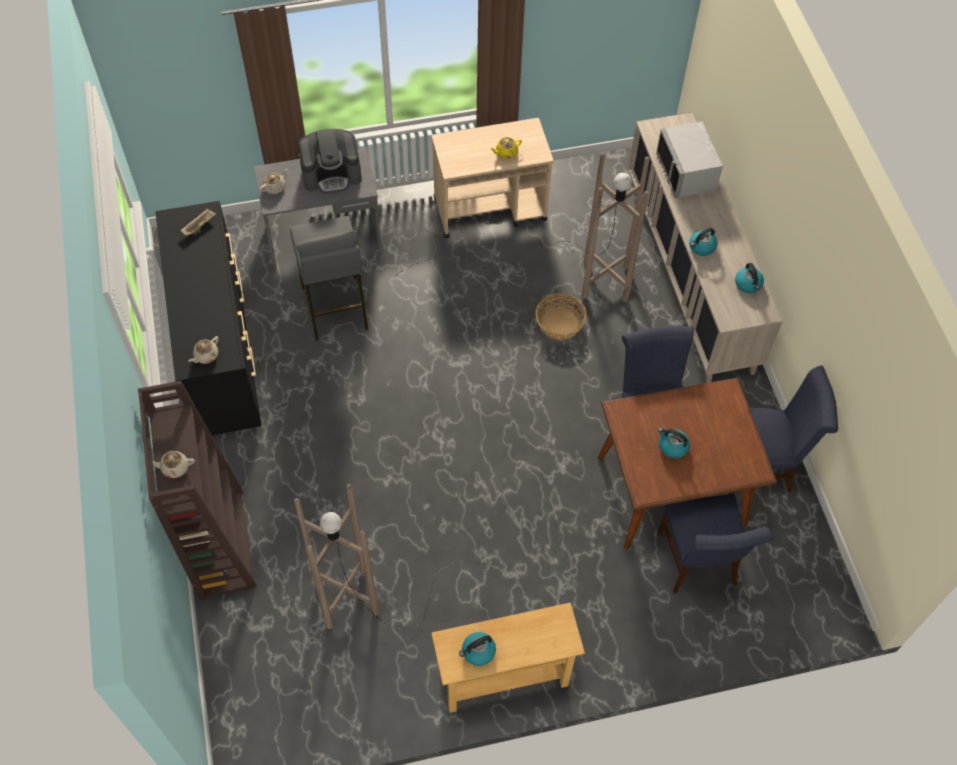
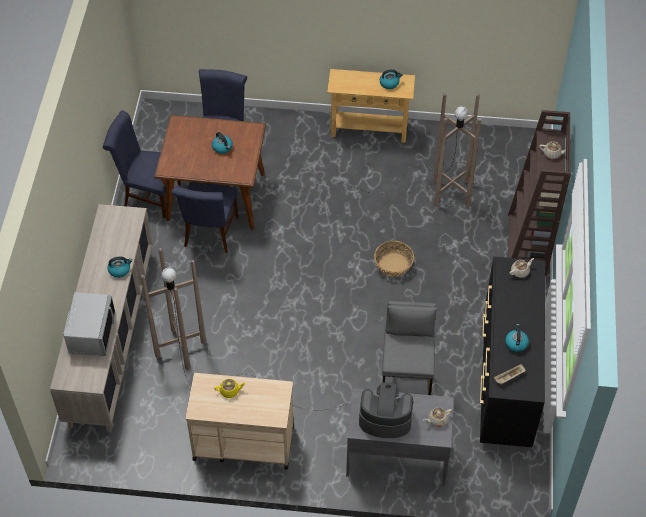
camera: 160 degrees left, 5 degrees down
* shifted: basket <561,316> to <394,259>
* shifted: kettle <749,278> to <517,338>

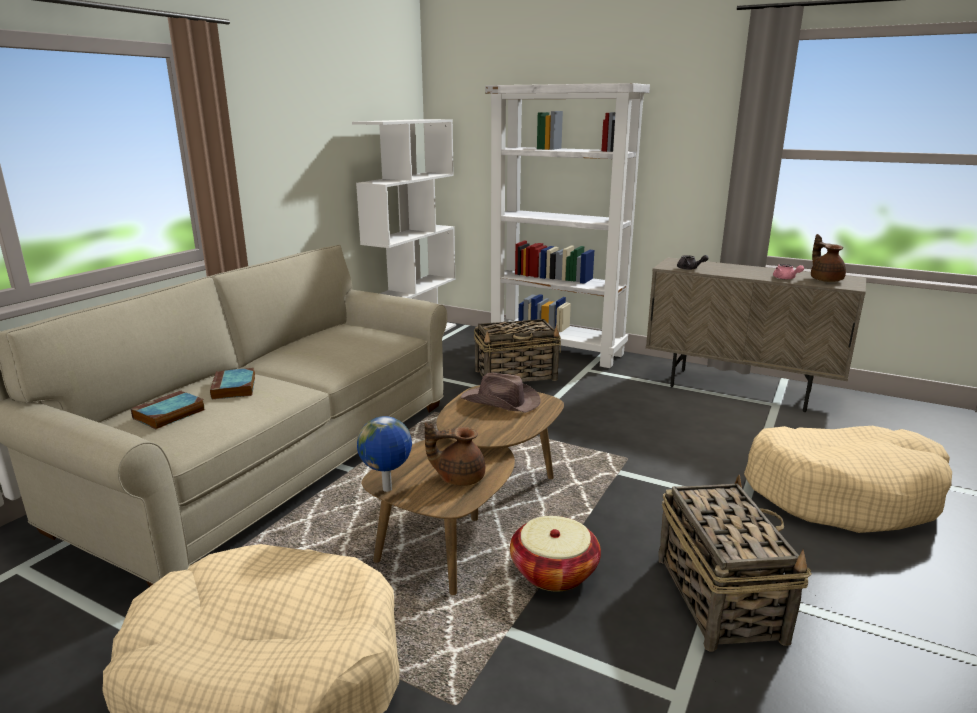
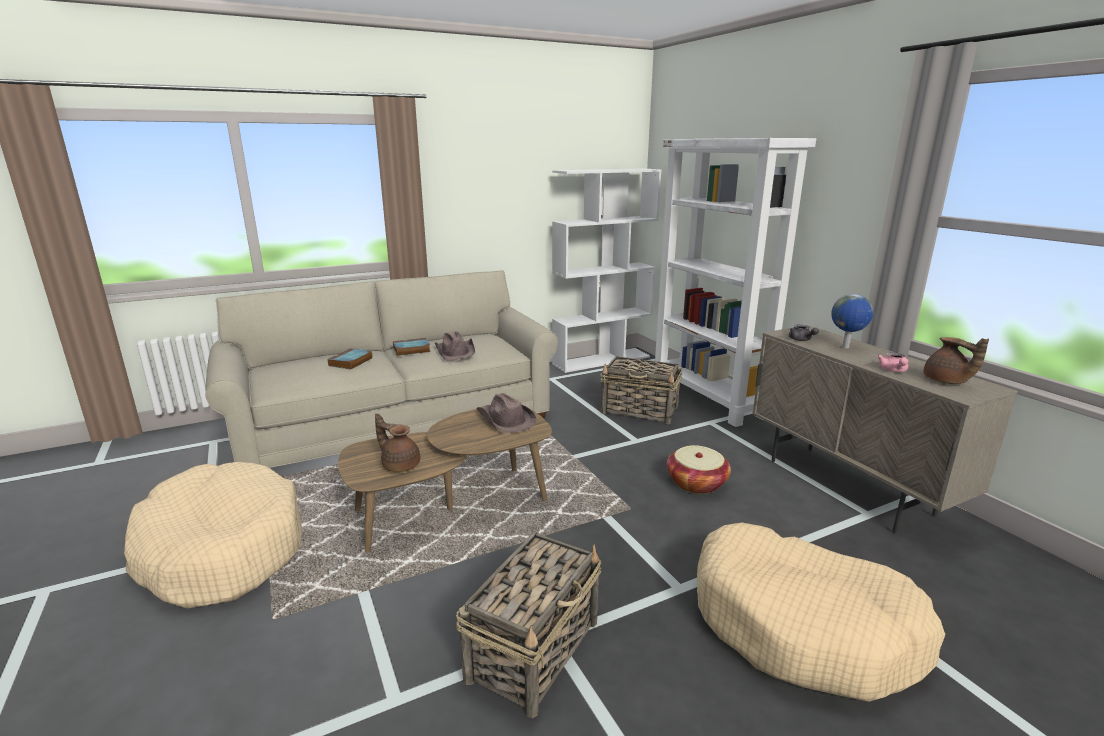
camera: 35 degrees right, 0 degrees up
* shifted: book <168,410> to <412,347>
* new: hat (brown) <455,346>
* shifted: basket <555,554> to <699,469>
* shifted: globe <384,454> to <852,321>
* rotated: teapot (brown) <828,258> = <956,360> 135 degrees clockwise

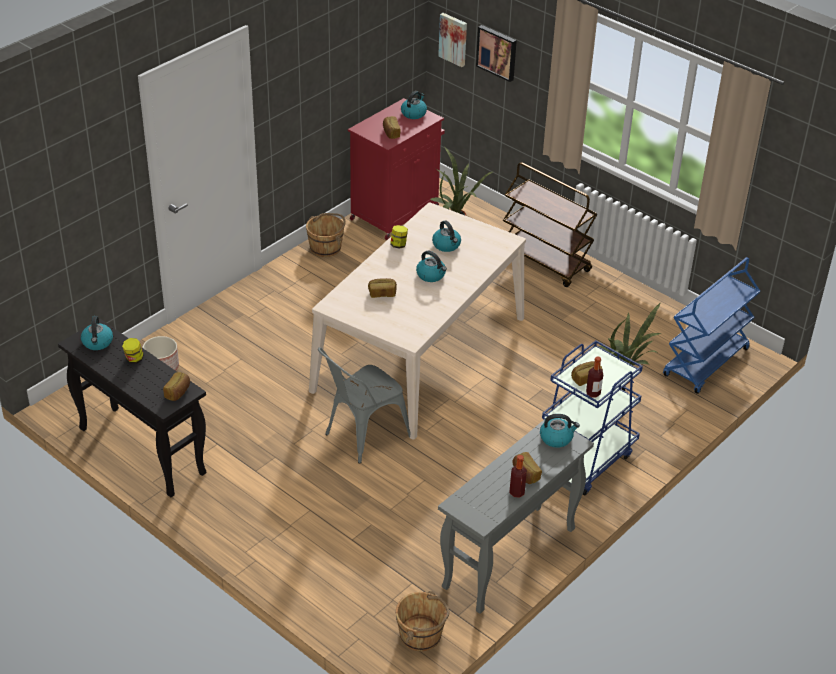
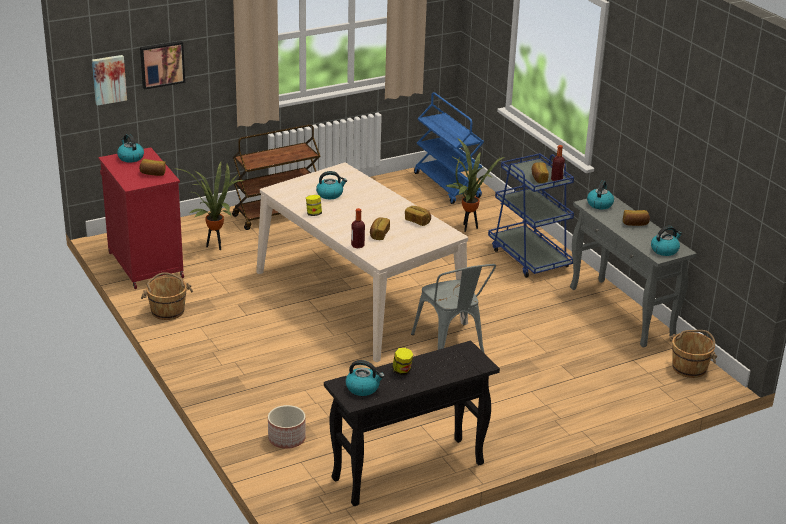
camera: 70 degrees left, 10 degrees down
* shifted: bottle <518,476> to <358,228>
* shifted: bread <176,386> to <418,216>
* shifted: kettle <431,266> to <666,241>

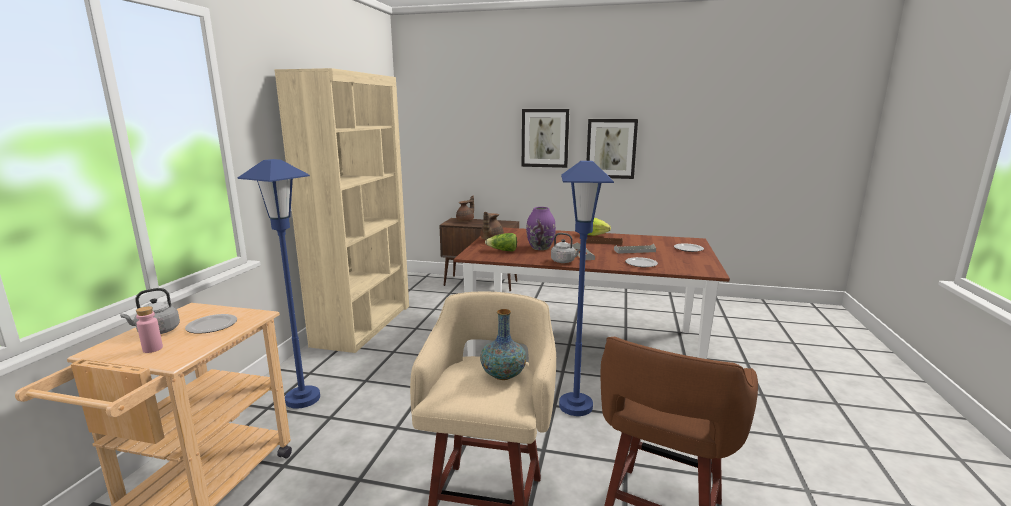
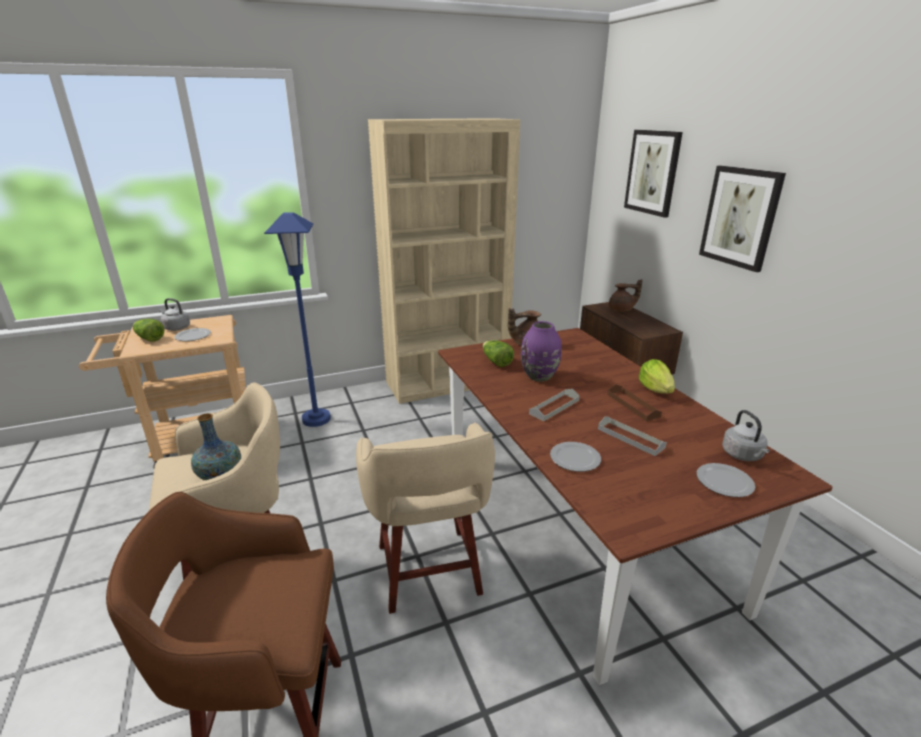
camera: 55 degrees right, 10 degrees up
* swapped: bottle (pink) <149,329> to lettuce <149,330>
* swapped: floor lamp (blue) <586,288> to stool (beige) <425,518>
* shifted: picture <612,149> to <653,174>
* shifted: kettle (grey) <565,248> to <746,435>

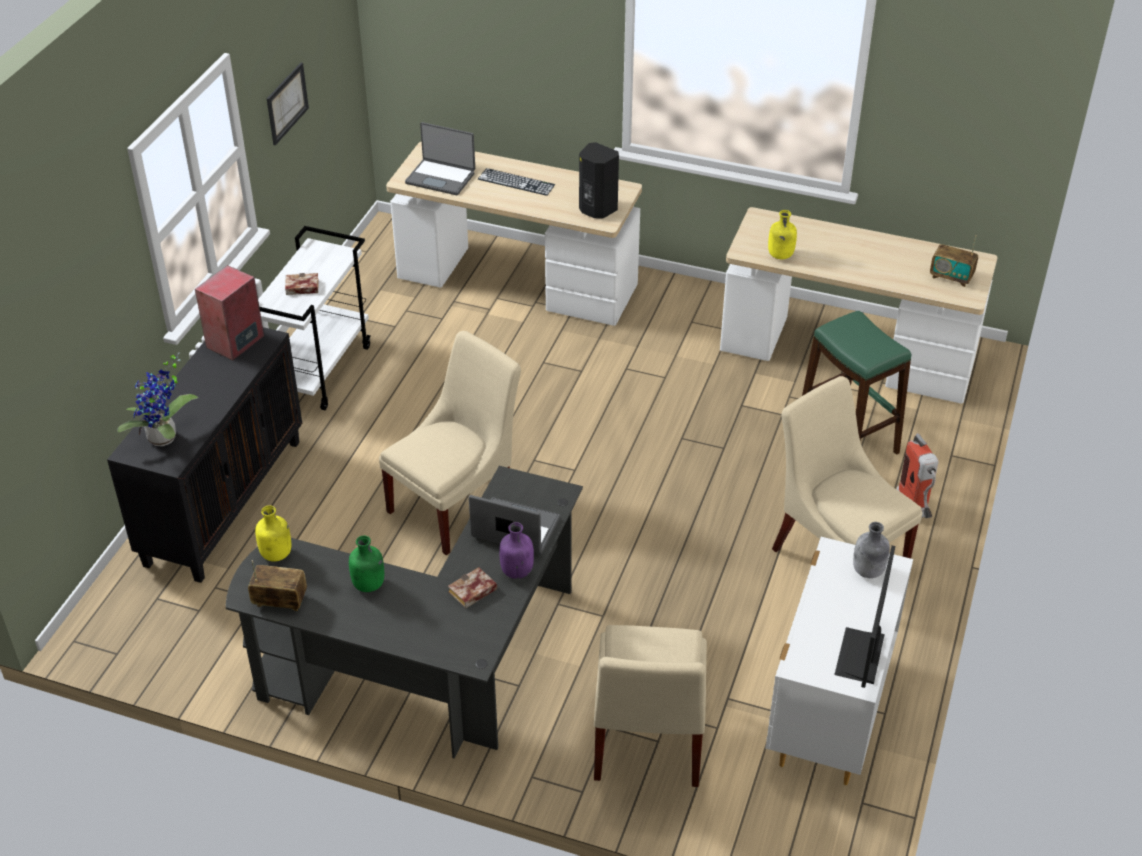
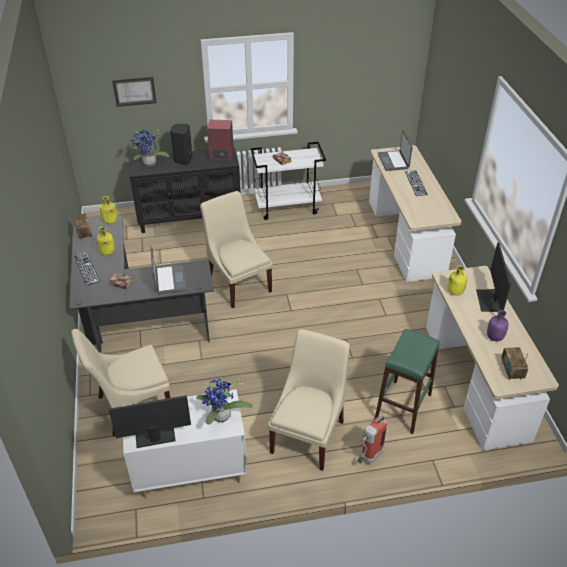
camera: 60 degrees right, 0 degrees up
* new: keyboard <87,269>
* repainted: bottle (green) <366,564> to bottle (yellow) <106,240>
* shifted: picture <288,104> to <134,92>
* shifted: speaker (black) <599,180> to <181,144>
* swapped: bottle (grey) <871,550> to potted plant <224,401>
* rotated: chair (beige) <450,443> = <236,249> 135 degrees counterclockwise
* new: monitor <493,277>
* shifted: bottle (purple) <516,550> to <498,325>

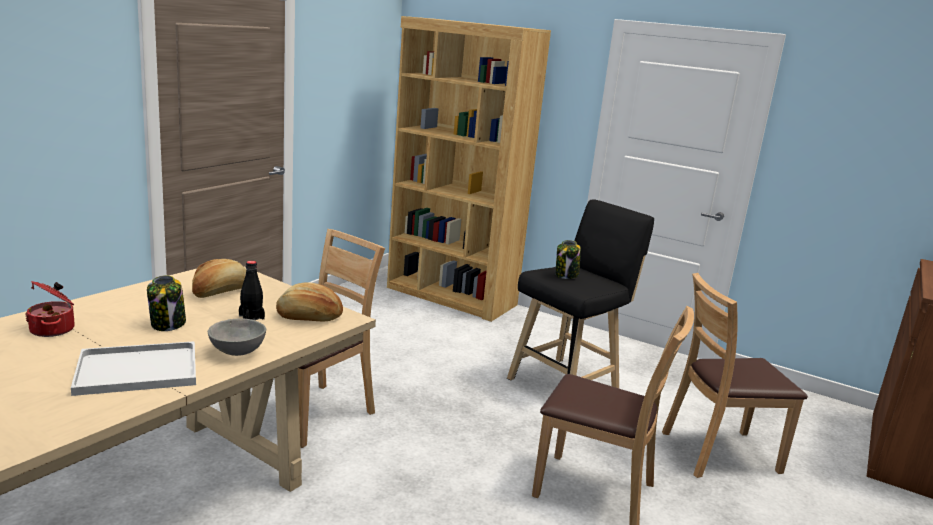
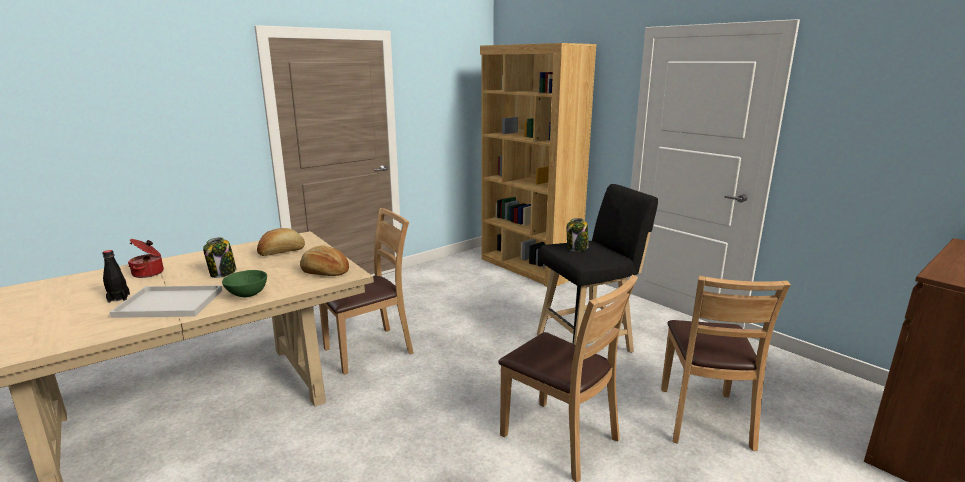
camera: 20 degrees right, 0 degrees up
* shifted: bottle (black) <252,290> to <116,276>
* repainted: bowl (grey) <237,337> to bowl (green) <244,283>
* rotated: chair (brown) <735,375> = <726,363> 90 degrees counterclockwise

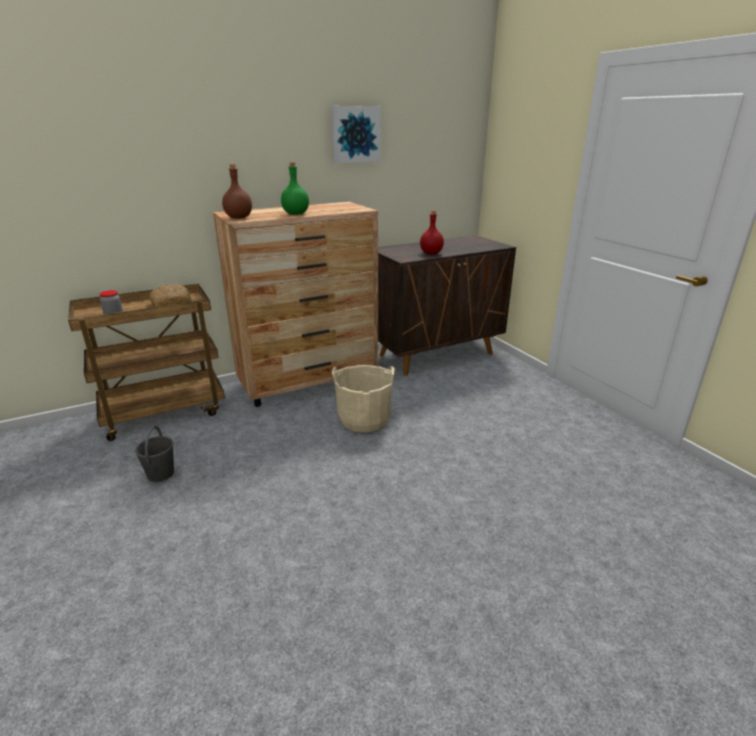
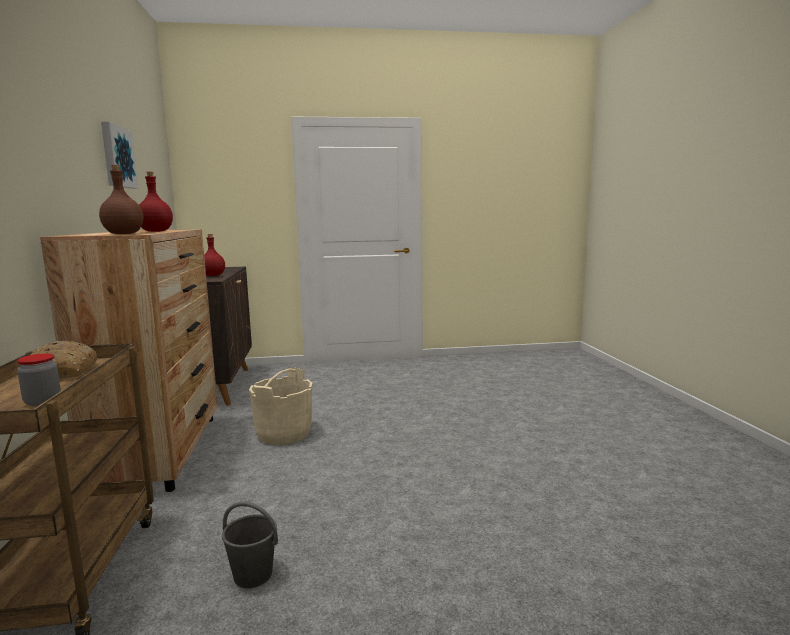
camera: 70 degrees left, 15 degrees down
* repainted: bottle (green) <295,188> to bottle (red) <156,202>

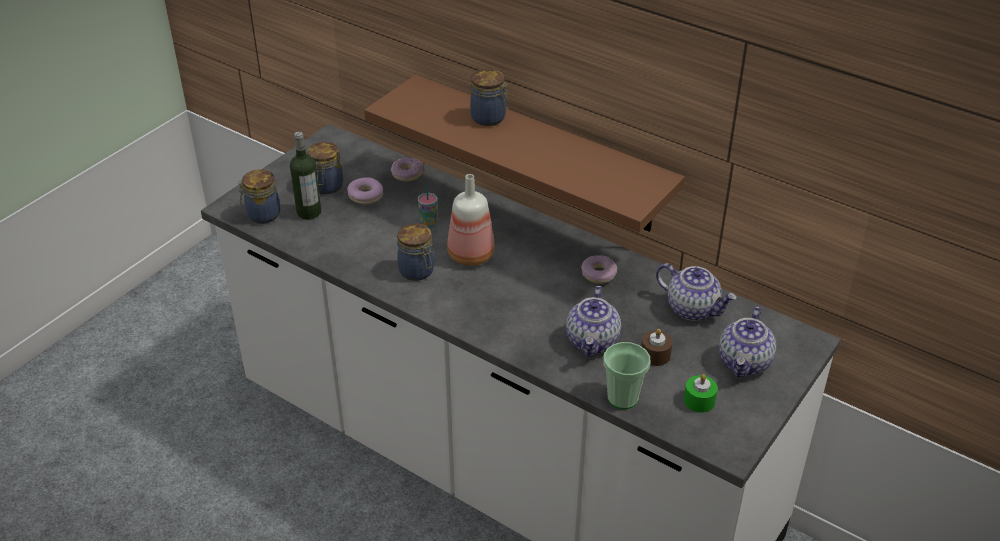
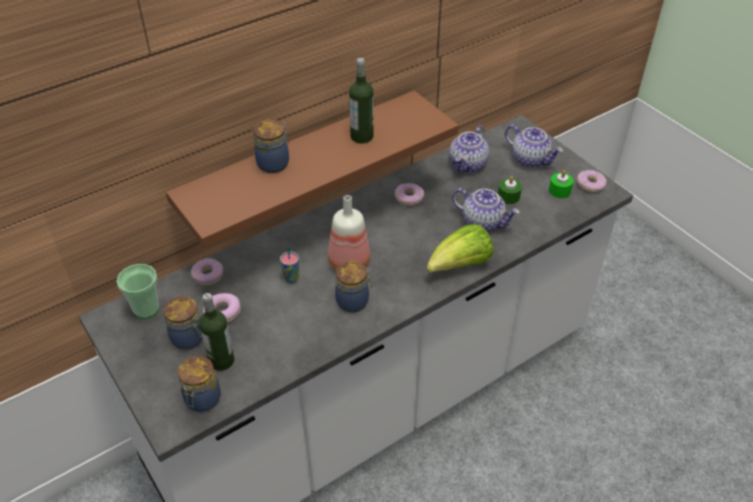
camera: 70 degrees left, 5 degrees up
* shifted: cup <627,375> to <138,291>
* new: bottle <361,101>
* new: lettuce <460,248>
* rotated: teapot <696,292> = <469,149> 150 degrees clockwise
* repainted: candle (brown) <657,347> to candle (green) <510,190>
* new: donut <592,181>

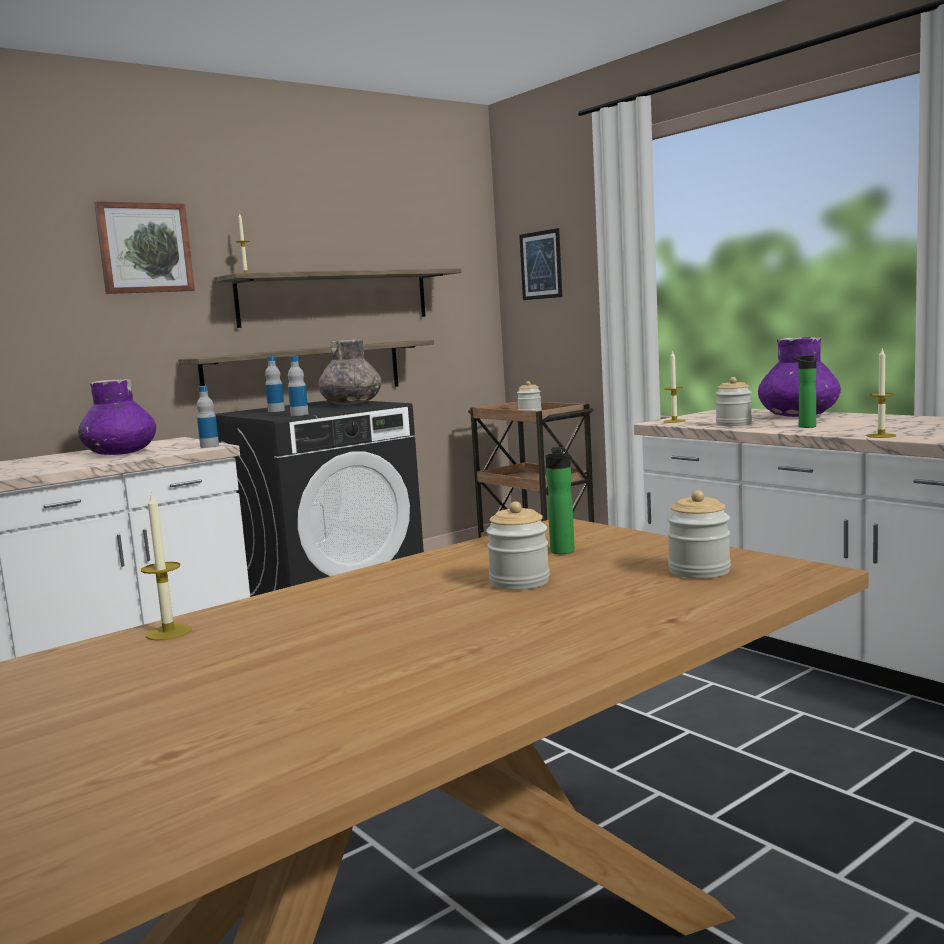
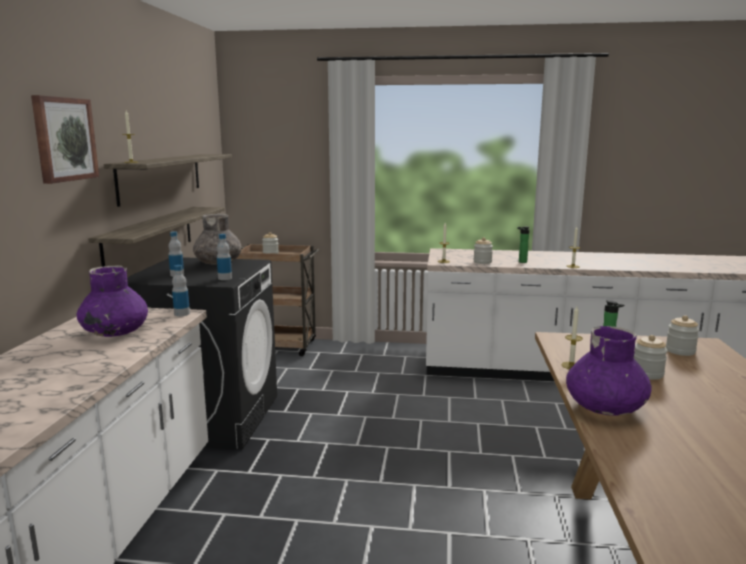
camera: 45 degrees left, 5 degrees up
* shifted: candle <166,566> to <572,337>
* shifted: vase (purple) <799,377> to <609,371>
* gone: picture <540,264>

